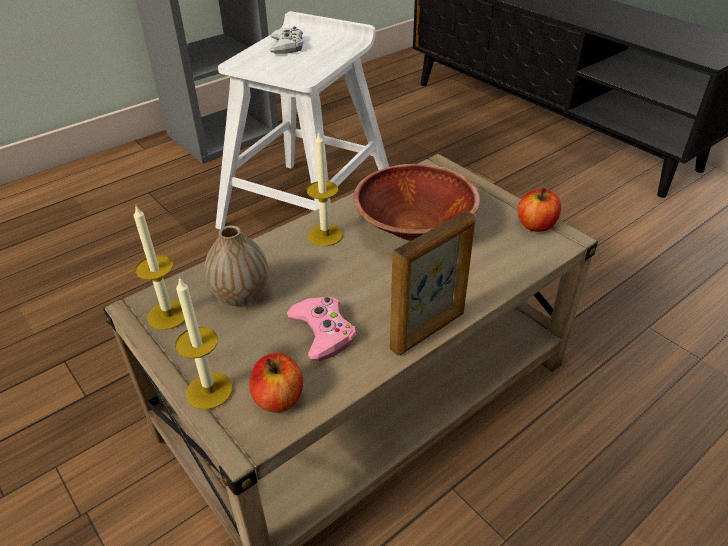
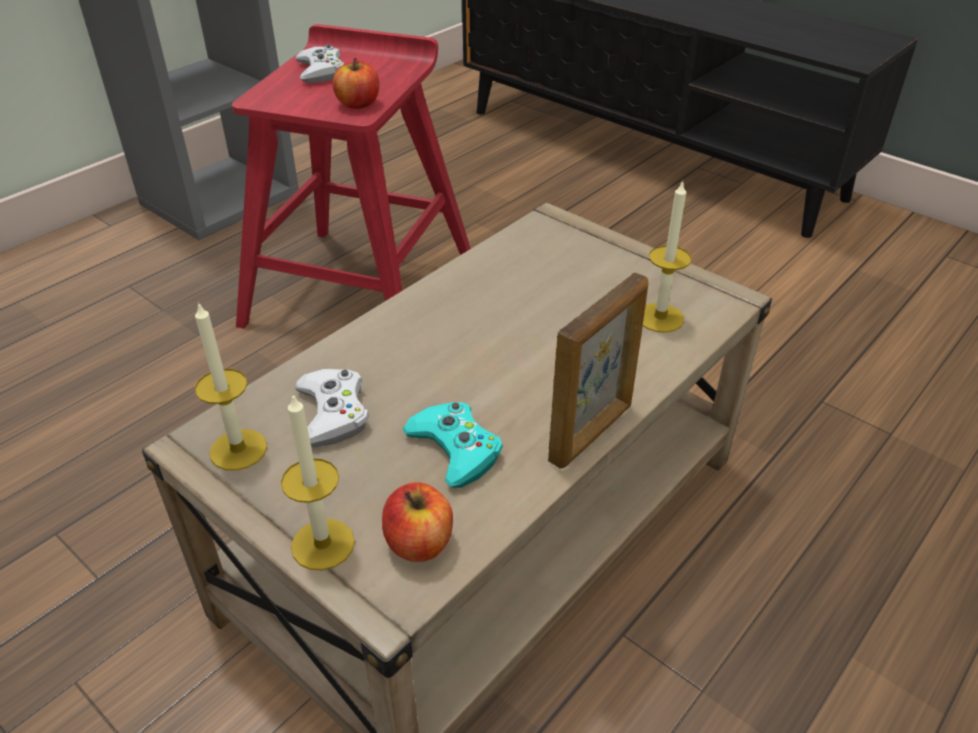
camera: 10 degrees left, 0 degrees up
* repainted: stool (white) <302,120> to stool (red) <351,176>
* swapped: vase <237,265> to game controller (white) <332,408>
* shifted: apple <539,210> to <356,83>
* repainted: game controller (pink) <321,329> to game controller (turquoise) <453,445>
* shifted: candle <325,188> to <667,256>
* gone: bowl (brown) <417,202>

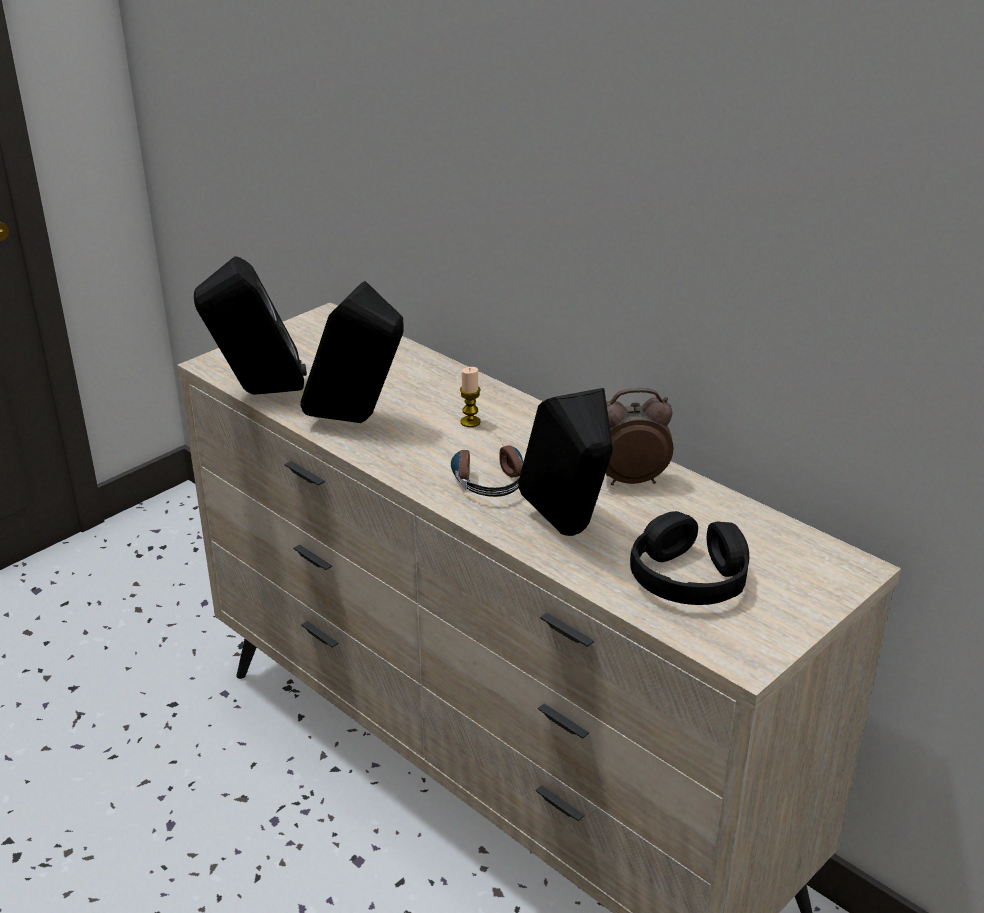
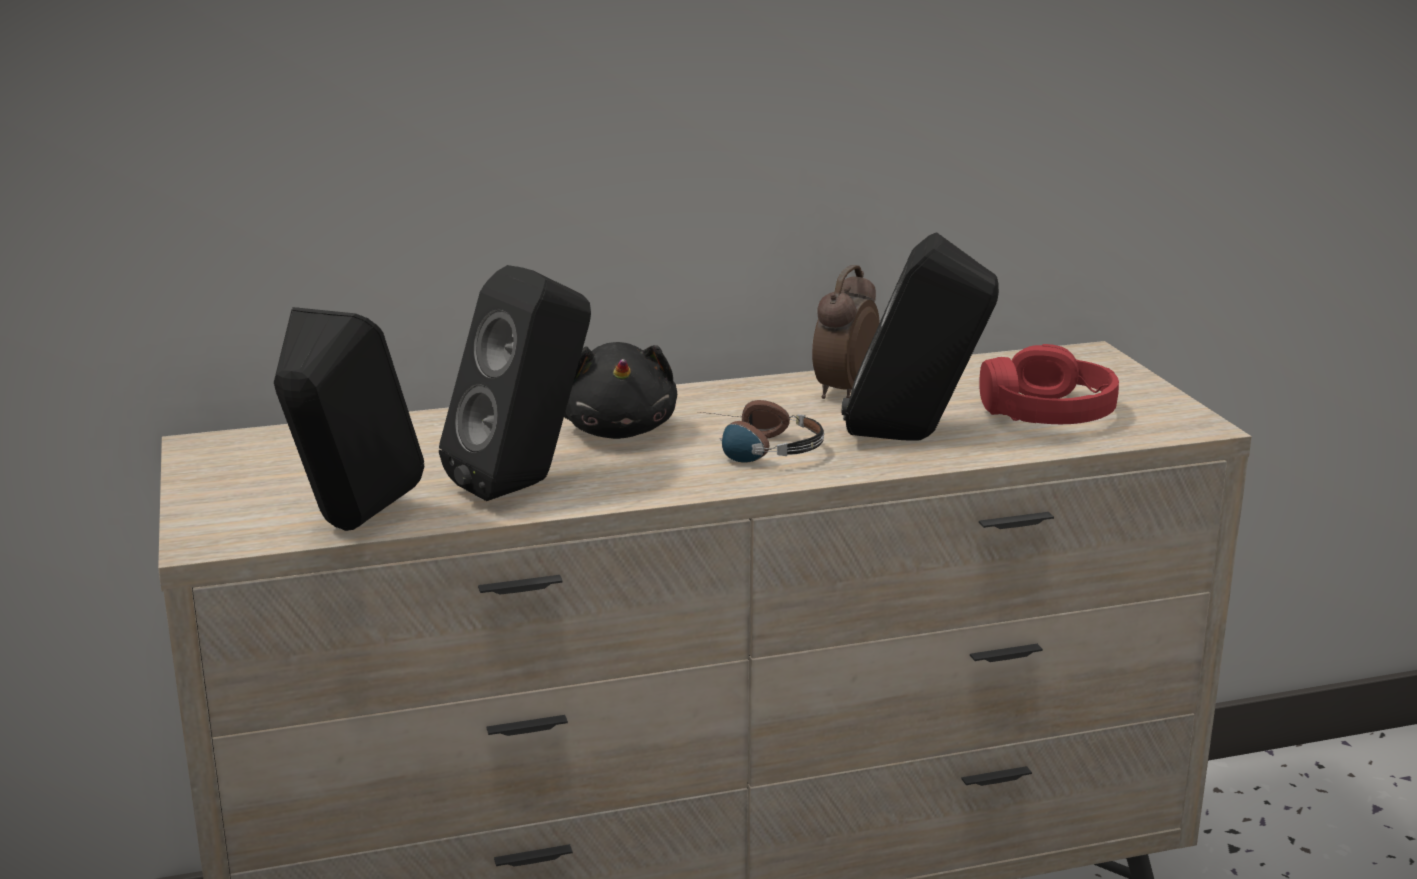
camera: 60 degrees left, 10 degrees down
* swapped: candle <470,397> to plush toy (black) <620,390>
* repainted: headphones (black) <689,558> to headphones (red) <1049,384>

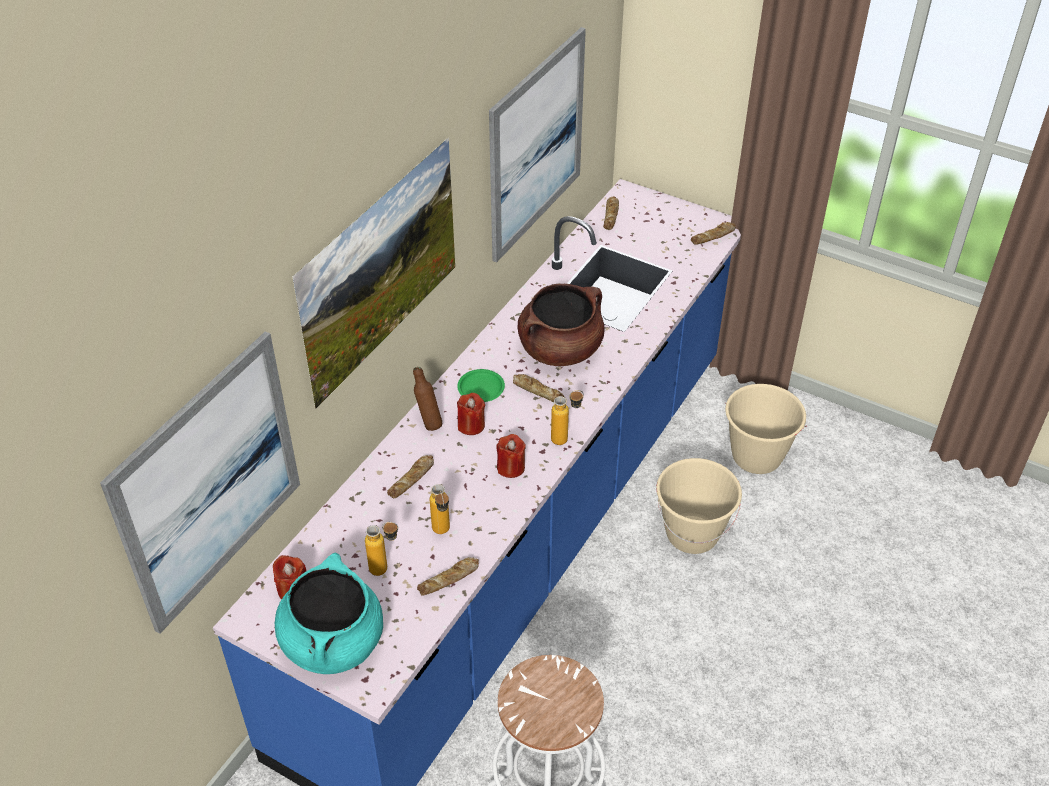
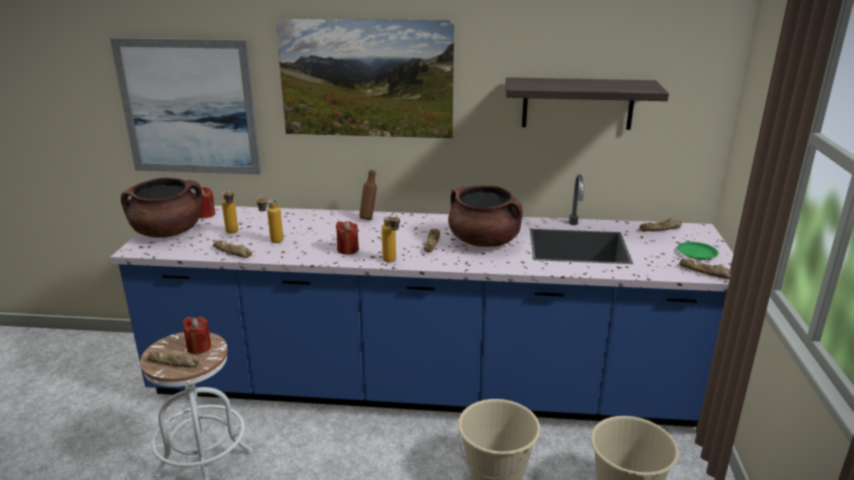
camera: 65 degrees right, 20 degrees down
* repainted: cooking pot (turquoise) <329,613> to cooking pot (brown) <162,208>
* shifted: bread <410,476> to <173,360>
* shifted: candle (red) <471,414> to <196,335>
* swapped: picture <537,145> to shelf <587,103>
* shifted: plate (green) <481,385> to <698,251>

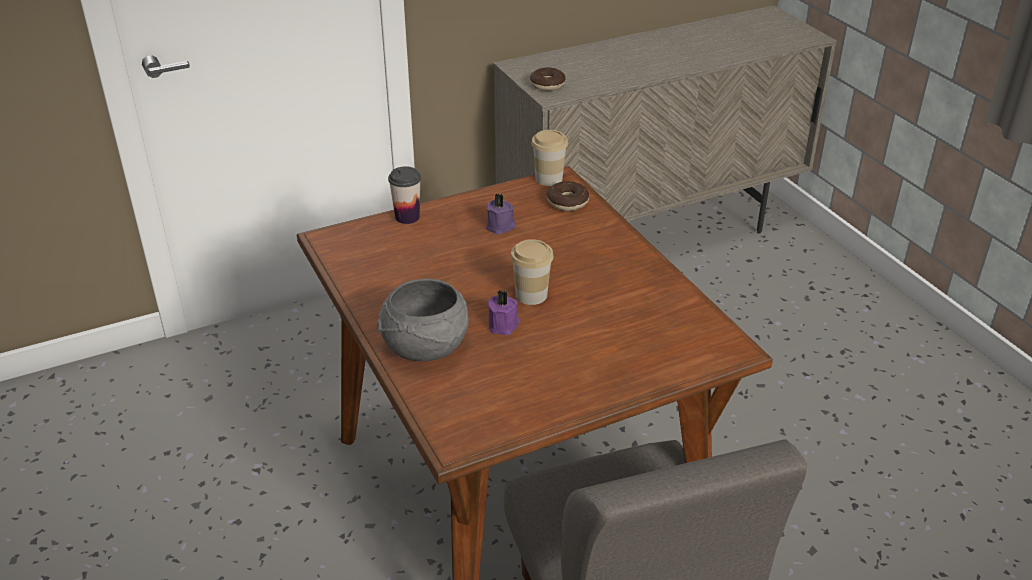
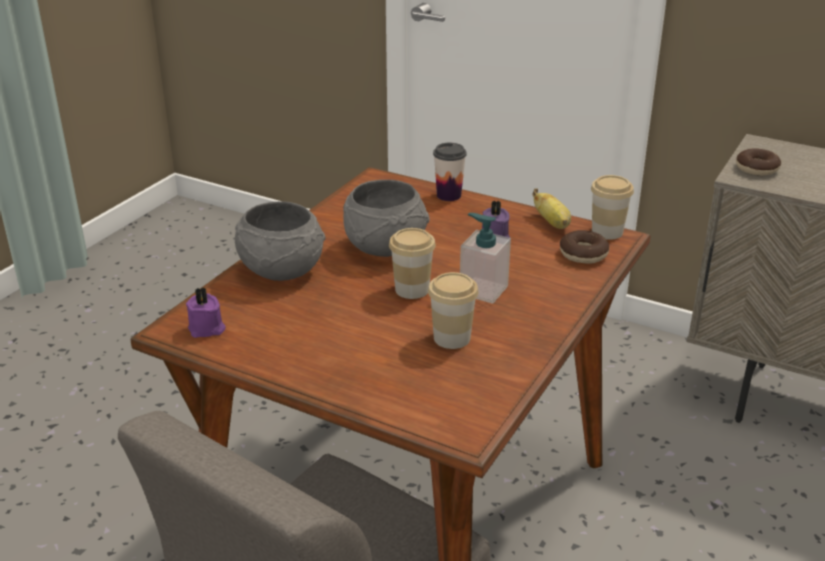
camera: 55 degrees right, 5 degrees down
* shifted: candle (purple) <504,312> to <206,312>
* new: bowl (grey) <386,218>
* new: cup <453,310>
* new: soap dispenser <485,258>
* new: banana <551,209>

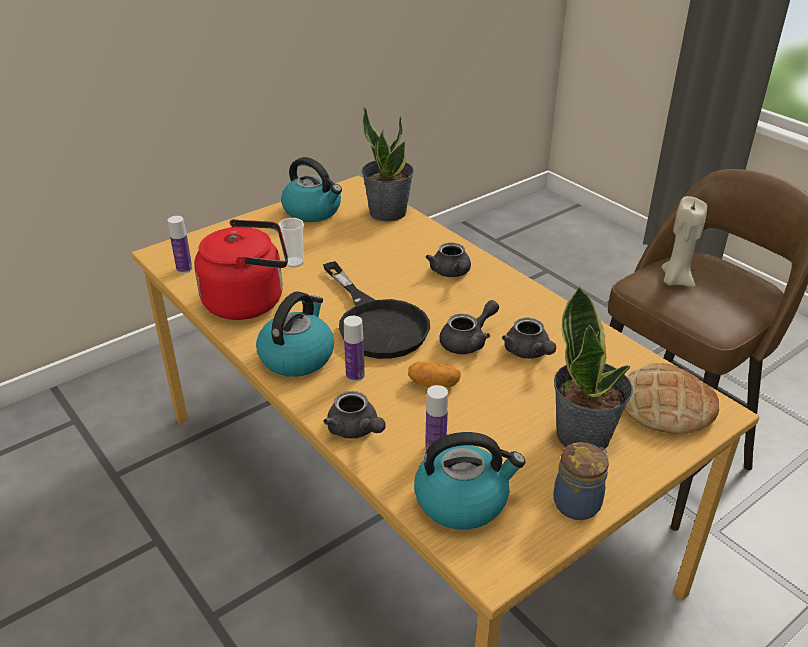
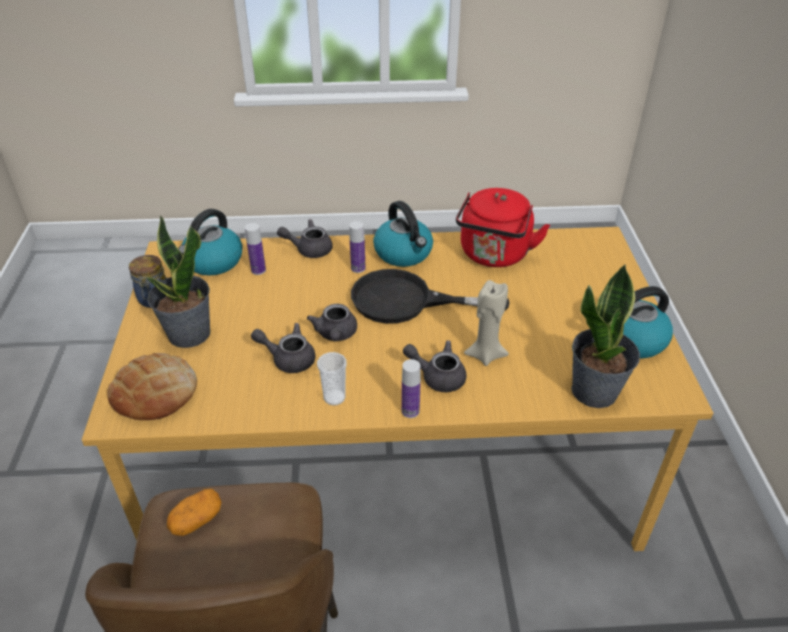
camera: 125 degrees right, 5 degrees up
* shifted: potato <434,375> to <194,512>
* shifted: cup <291,242> to <332,379>
* shifted: bottle <180,244> to <411,388>
* shifted: candle (beige) <684,241> to <486,323>

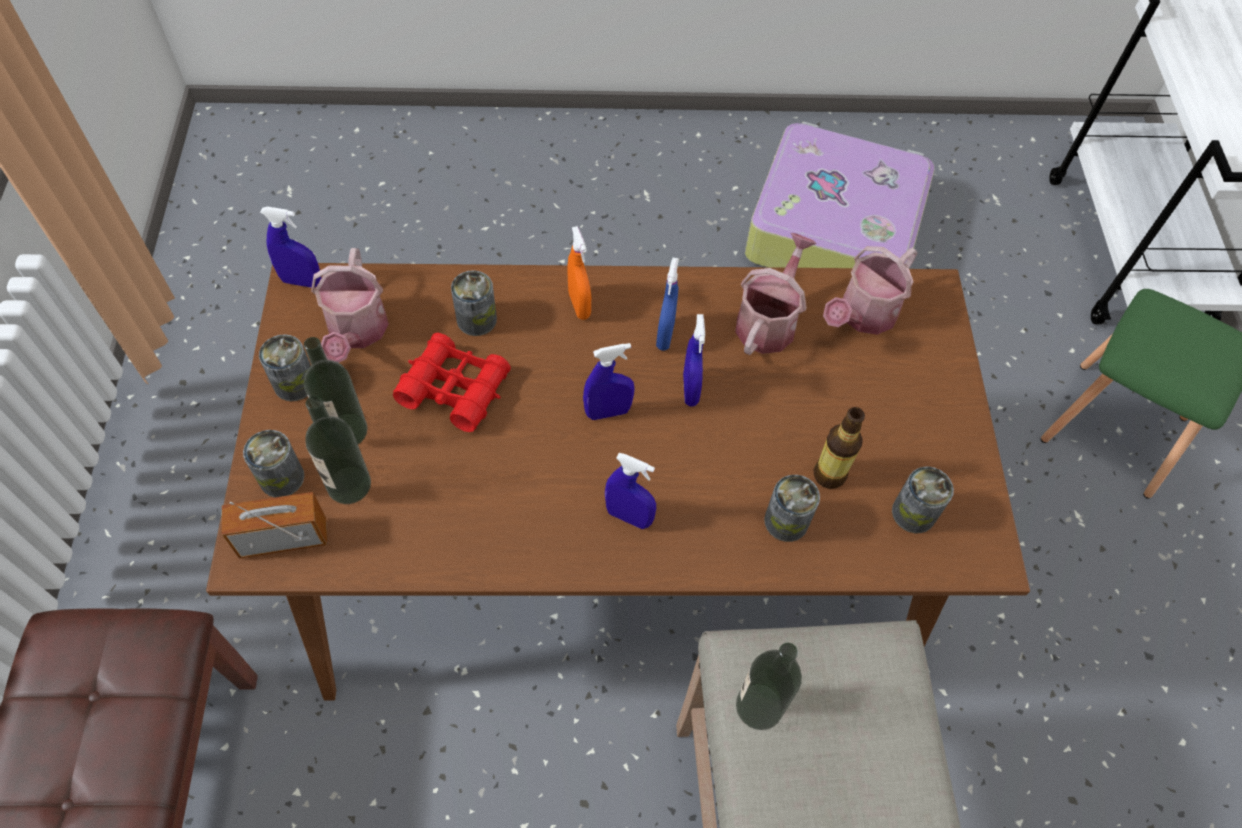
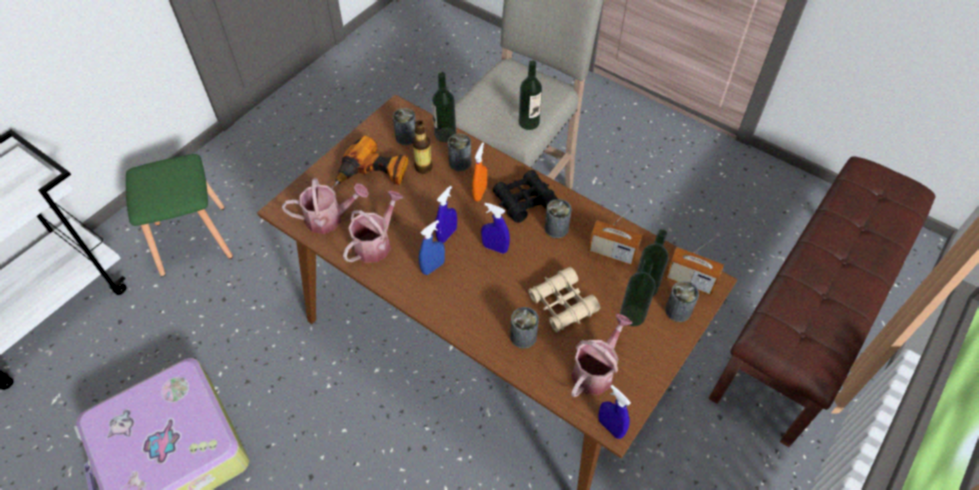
camera: 140 degrees left, 5 degrees down
* new: power drill <369,162>
* rotated: watering can <776,294> = <373,226> 150 degrees clockwise
* new: bottle <444,107>
* shifted: spray bottle (orange) <579,273> to <479,171>
* swapped: spray bottle (blue) <630,491> to binoculars (black) <525,196>
* repainted: binoculars (red) <452,382> to binoculars (beige) <564,299>
* shifted: can <285,367> to <558,218>
* new: radio <615,235>

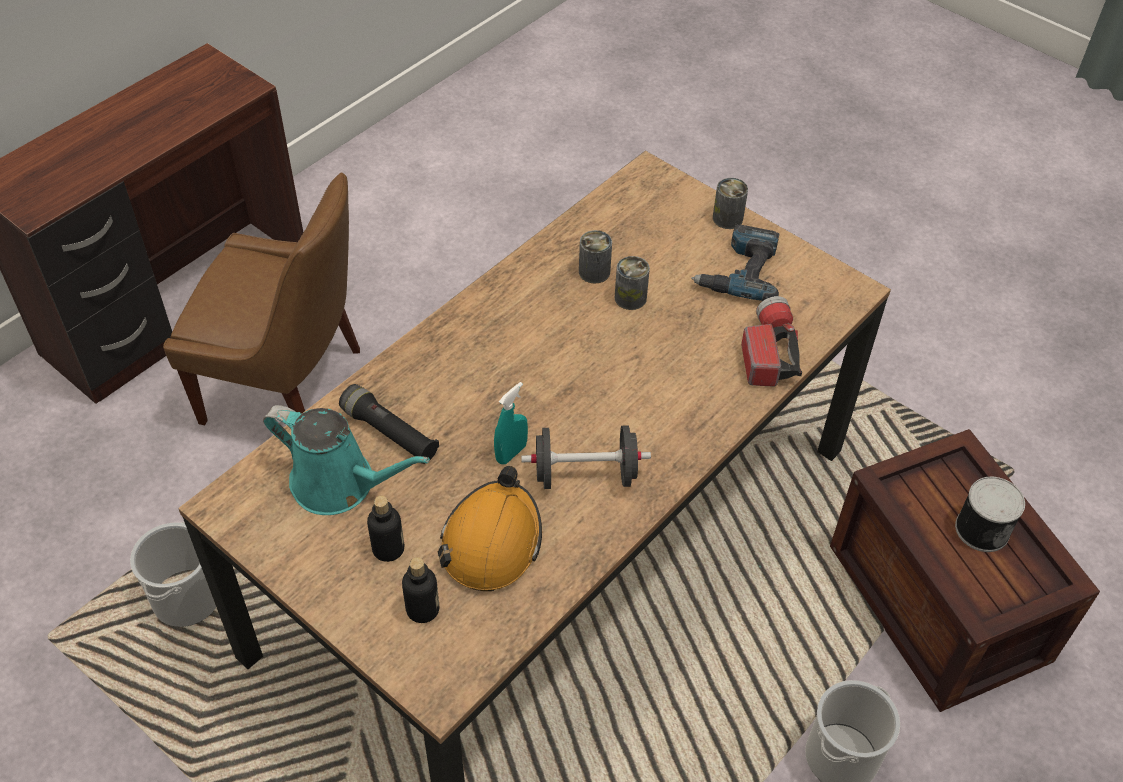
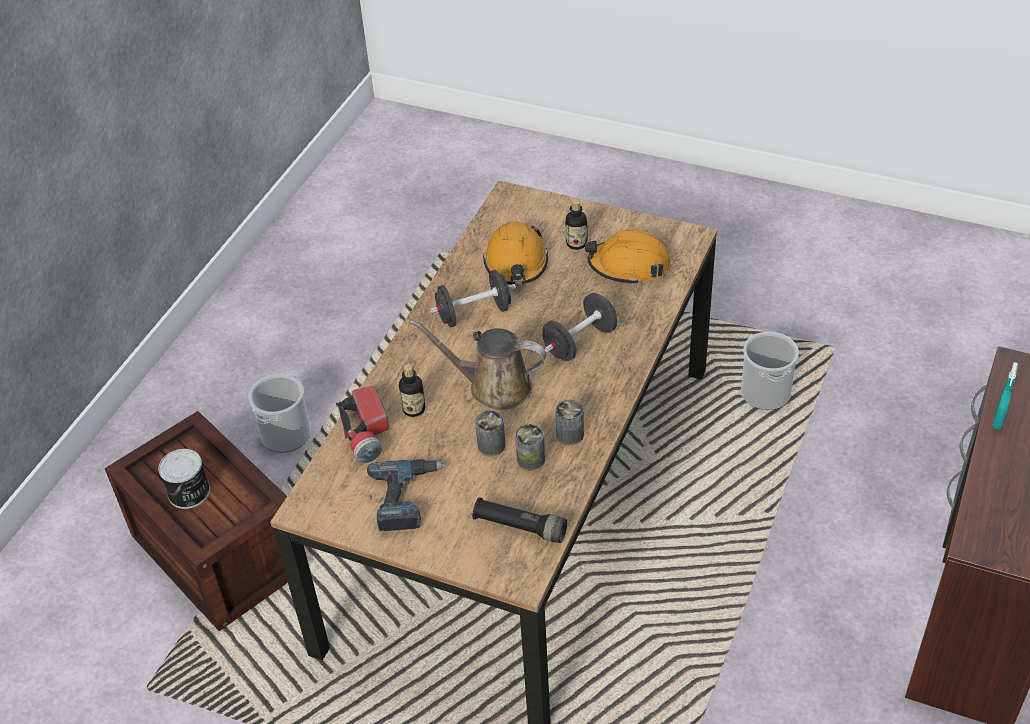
camera: 165 degrees right, 5 degrees down
* shifted: bottle <420,590> to <412,390>
* new: watering can (brown) <477,364>
* shifted: flashlight (black) <389,424> to <519,520>
* new: dumbbell (black) <580,327>
* shifted: can <730,203> to <569,422>
* swapped: watering can (turquoise) <346,460> to hard hat (orange) <628,257>
* shifted: spray bottle (turquoise) <511,423> to <1005,396>
* gone: chair (brown) <261,298>

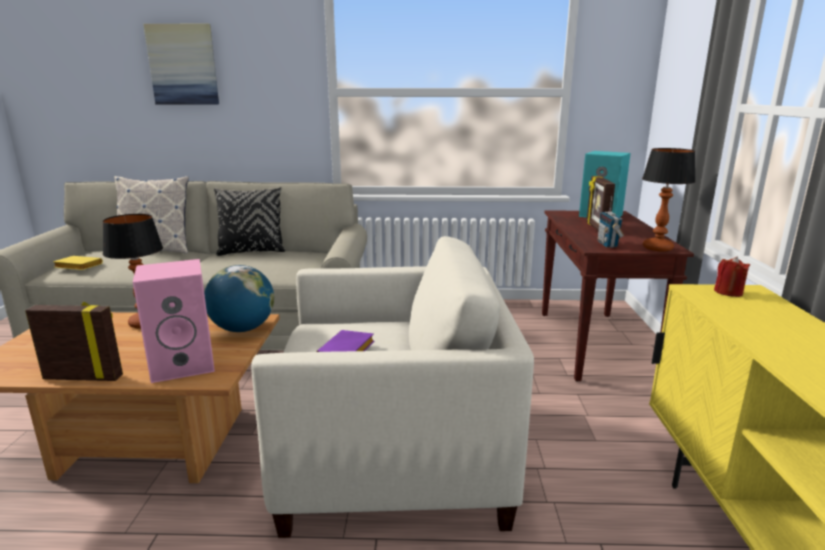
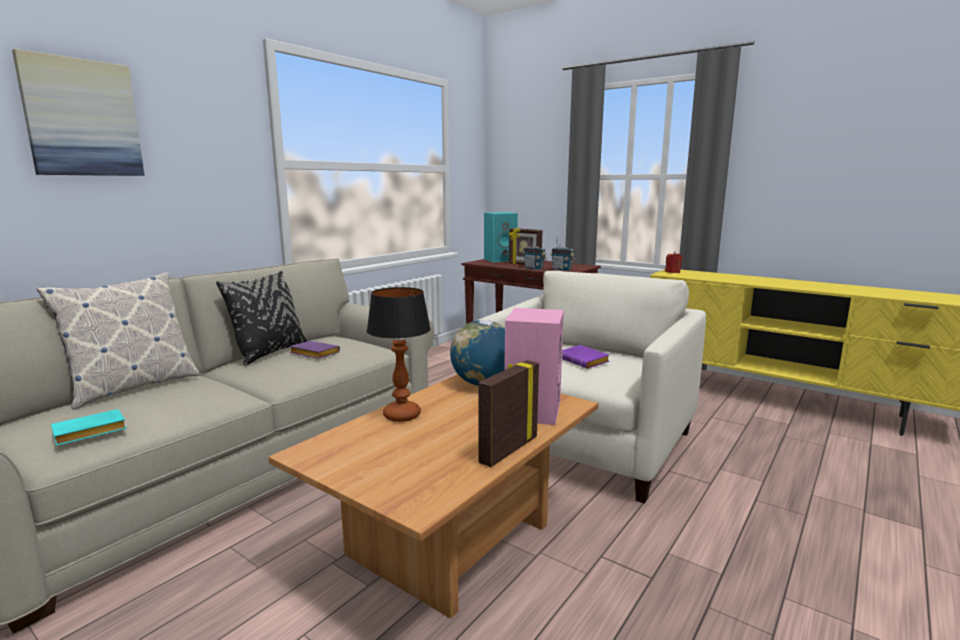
camera: 55 degrees left, 5 degrees down
* repainted: book (yellow) <78,263> to book (turquoise) <89,427>
* new: book (purple) <314,350>
* new: radio <535,253>
* gone: table lamp <669,200>

